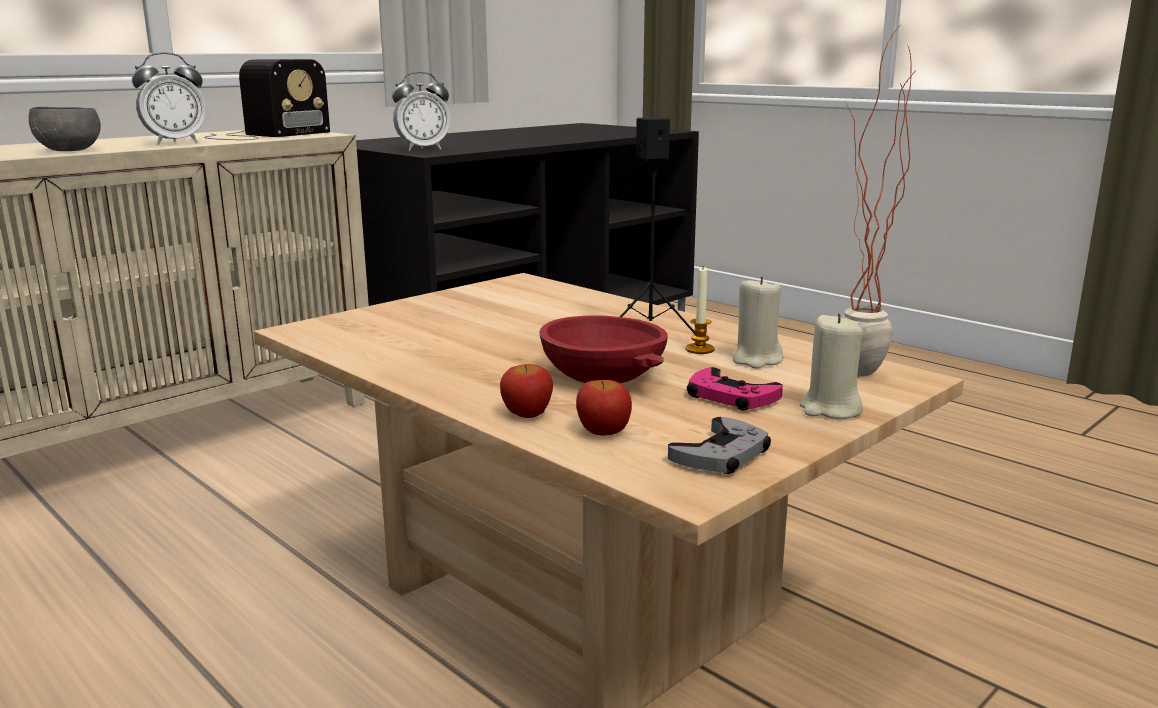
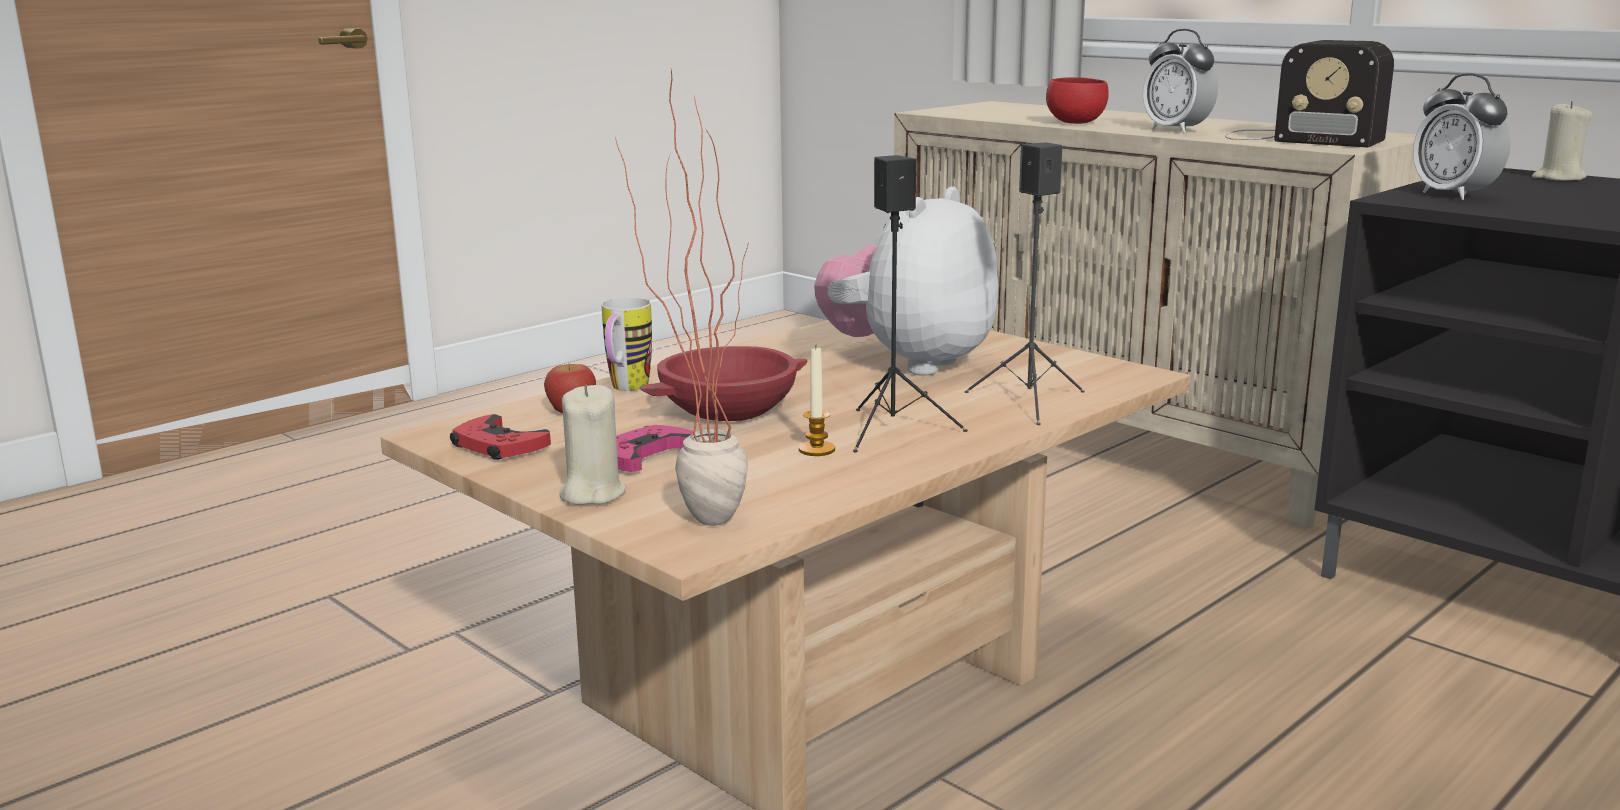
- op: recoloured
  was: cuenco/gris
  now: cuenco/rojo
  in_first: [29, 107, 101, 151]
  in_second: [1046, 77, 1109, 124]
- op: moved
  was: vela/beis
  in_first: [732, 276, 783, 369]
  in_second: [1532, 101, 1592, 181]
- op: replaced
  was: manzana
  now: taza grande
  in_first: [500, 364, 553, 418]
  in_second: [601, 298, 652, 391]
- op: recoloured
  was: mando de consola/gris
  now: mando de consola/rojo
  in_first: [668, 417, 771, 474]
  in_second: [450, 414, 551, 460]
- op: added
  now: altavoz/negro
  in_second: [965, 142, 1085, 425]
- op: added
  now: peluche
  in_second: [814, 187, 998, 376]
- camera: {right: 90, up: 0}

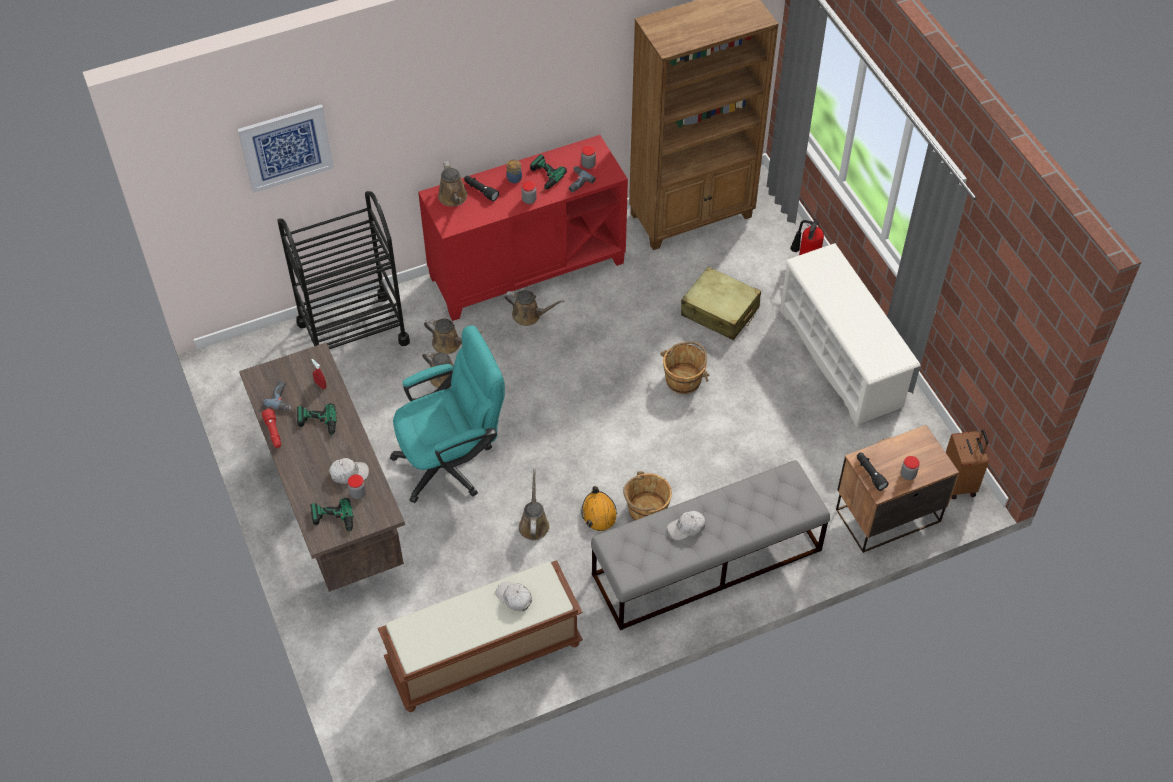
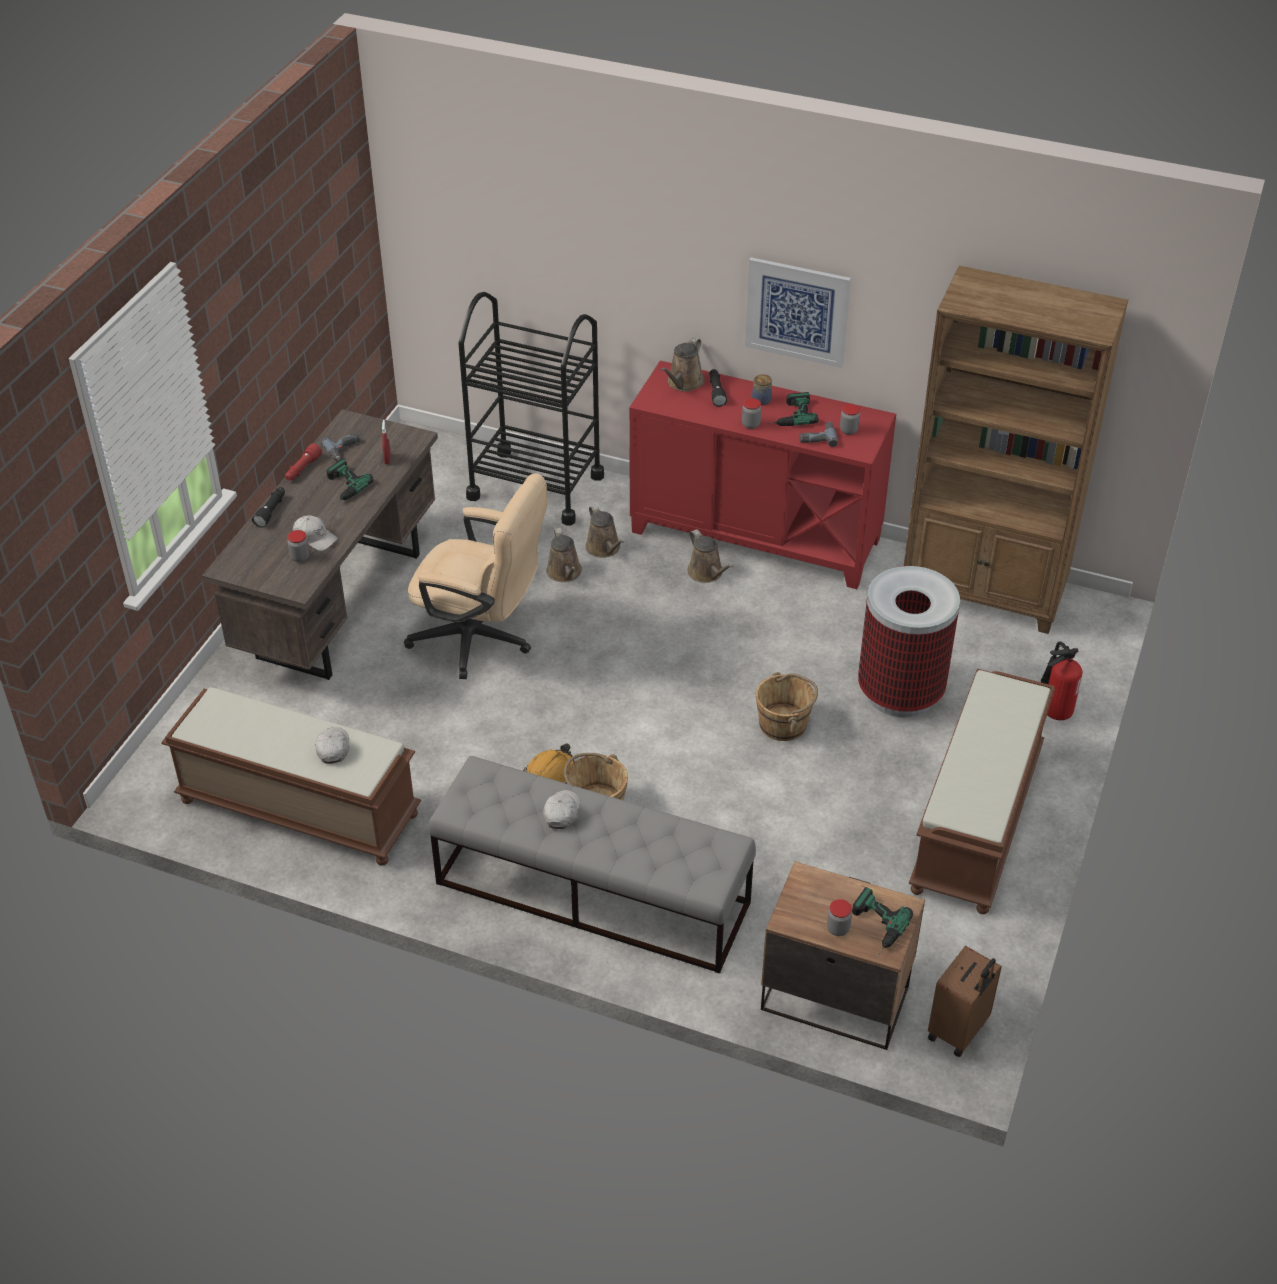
- op: moved
  was: cuadro
  in_first: [237, 104, 334, 193]
  in_second: [745, 257, 851, 368]
- op: replaced
  was: zapatero/blanco
  now: banco/marrón
  in_first: [780, 243, 921, 427]
  in_second: [909, 668, 1055, 914]
- op: replaced
  was: maleta/beis
  now: papelera
  in_first: [681, 267, 761, 340]
  in_second: [858, 566, 960, 717]
- op: recoloured
  was: silla de oficina/turquesa
  now: silla de oficina/beis
  in_first: [390, 326, 505, 503]
  in_second: [404, 473, 547, 679]
- op: moved
  was: linterna/negro
  in_first: [857, 453, 889, 491]
  in_second: [252, 487, 285, 527]
- op: removed
  was: regadera/marrón
  in_first: [519, 469, 550, 540]
- op: moved
  was: taladro
  in_first: [310, 498, 353, 538]
  in_second: [852, 887, 913, 956]
- op: turned
  was: gorra/blanco
  in_first: [667, 511, 706, 540]
  in_second: [543, 790, 580, 829]
  clockwise: 75
- camera: {right: 45, up: -10}

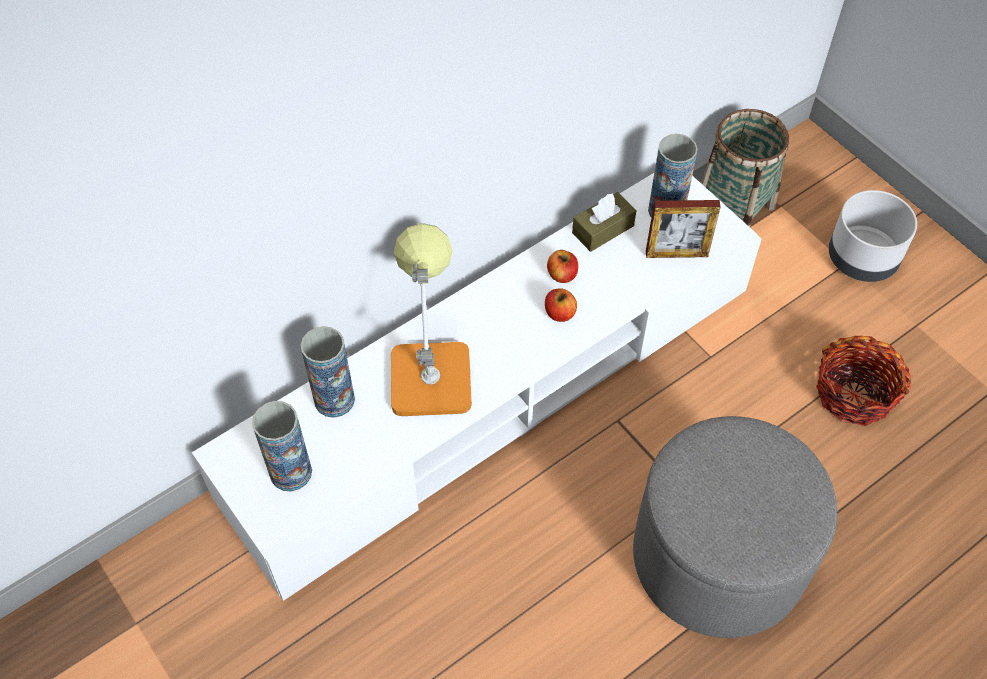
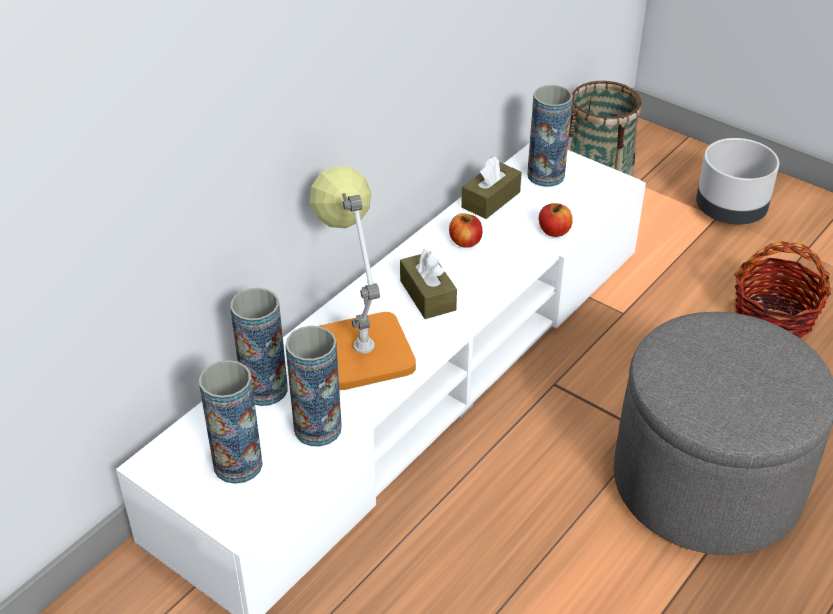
- op: removed
  was: portarretratos
  in_first: [646, 200, 721, 258]
- op: moved
  was: manzana
  in_first: [545, 288, 577, 322]
  in_second: [539, 203, 573, 237]
- op: added
  now: caja de pañuelos/marrón
  in_second: [400, 249, 457, 319]
- op: added
  now: florero
  in_second: [286, 326, 342, 447]
- camera: {right: -15, up: -15}

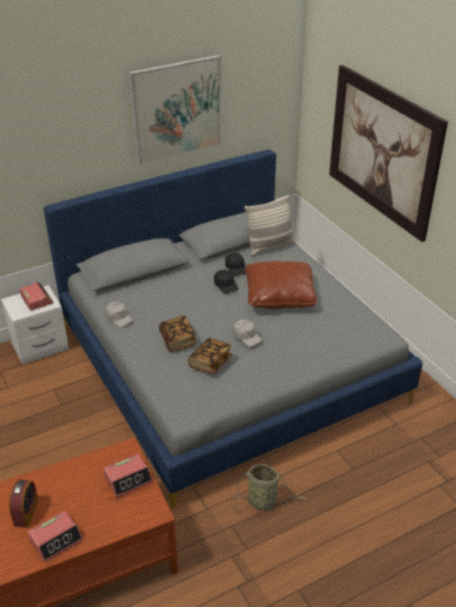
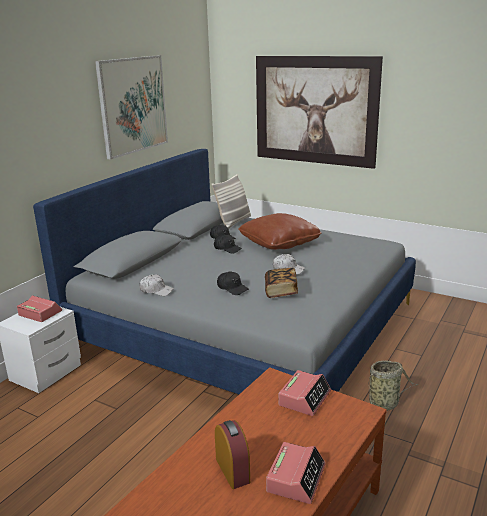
- op: replaced
  was: libro
  now: gorra/negro
  in_first: [159, 316, 197, 353]
  in_second: [217, 272, 249, 295]
- camera: {right: -30, up: -15}

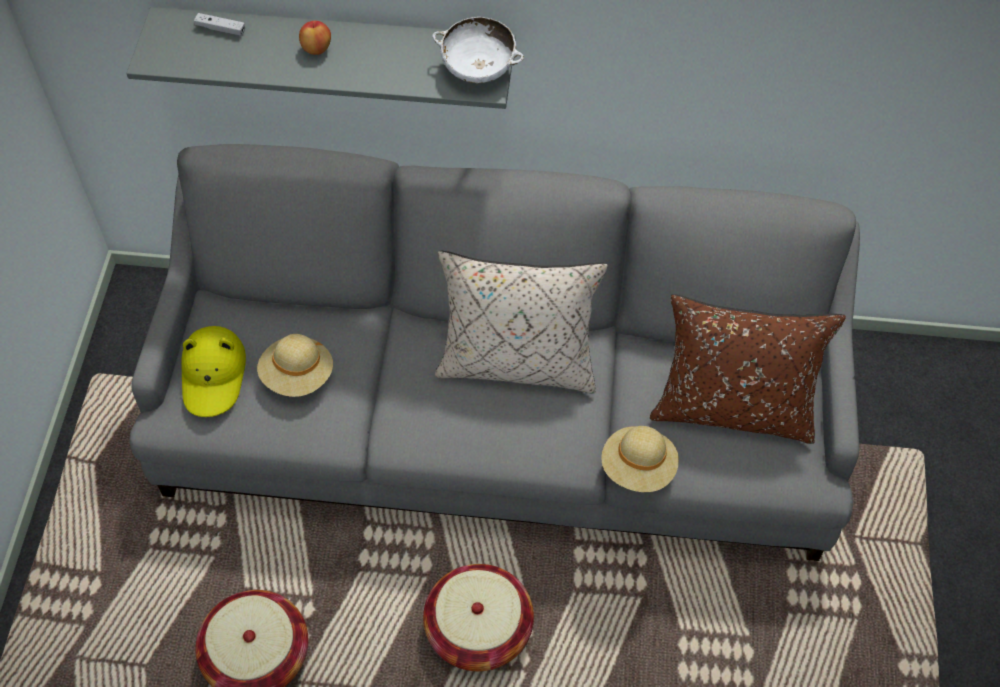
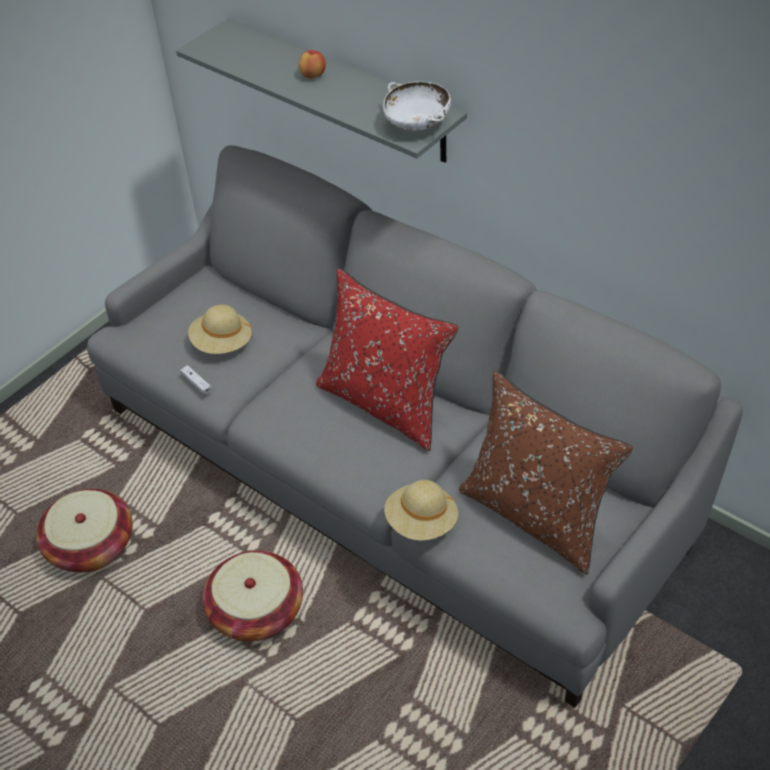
- op: moved
  was: mando de consola/blanco
  in_first: [194, 13, 245, 36]
  in_second: [180, 365, 211, 395]
- op: recoloured
  was: cojín/beis
  now: cojín/rojo
  in_first: [435, 251, 608, 394]
  in_second: [316, 268, 459, 451]
- op: removed
  was: sombrero/amarillo
  in_first: [181, 326, 246, 417]
- camera: {right: 35, up: -10}

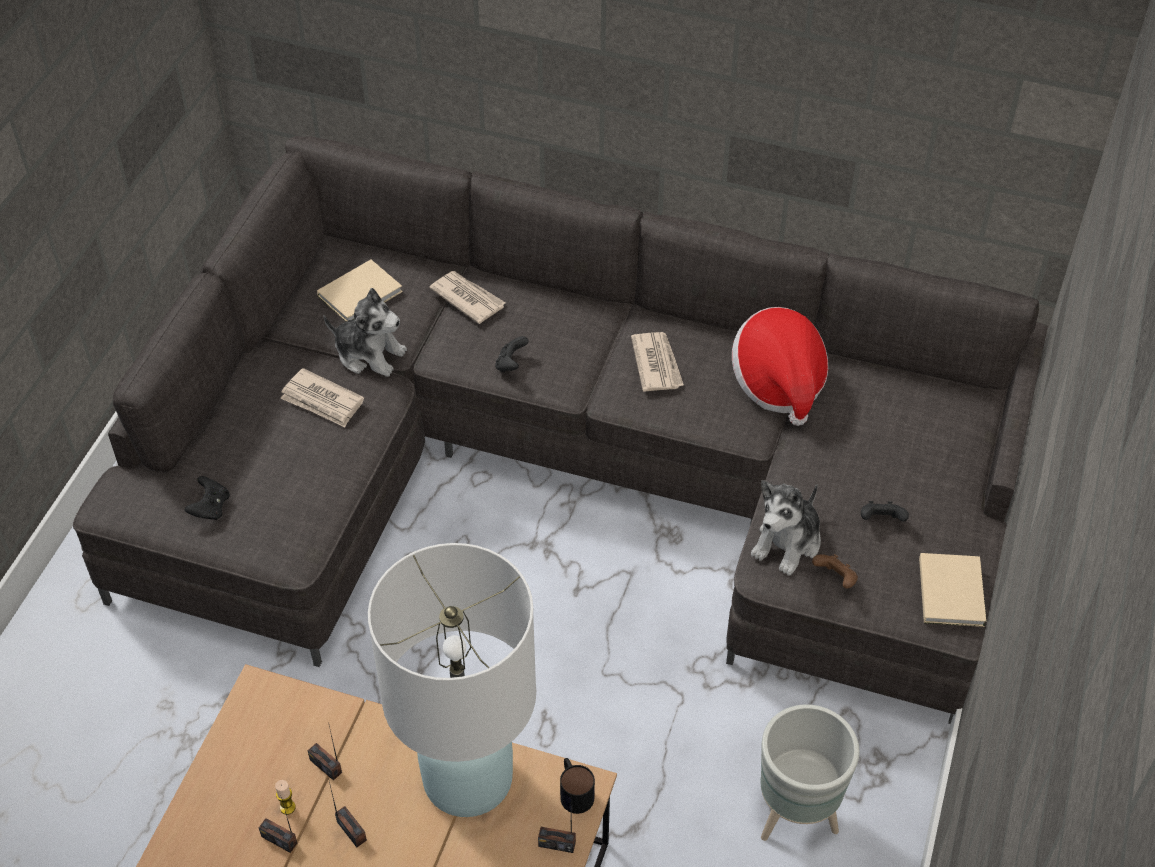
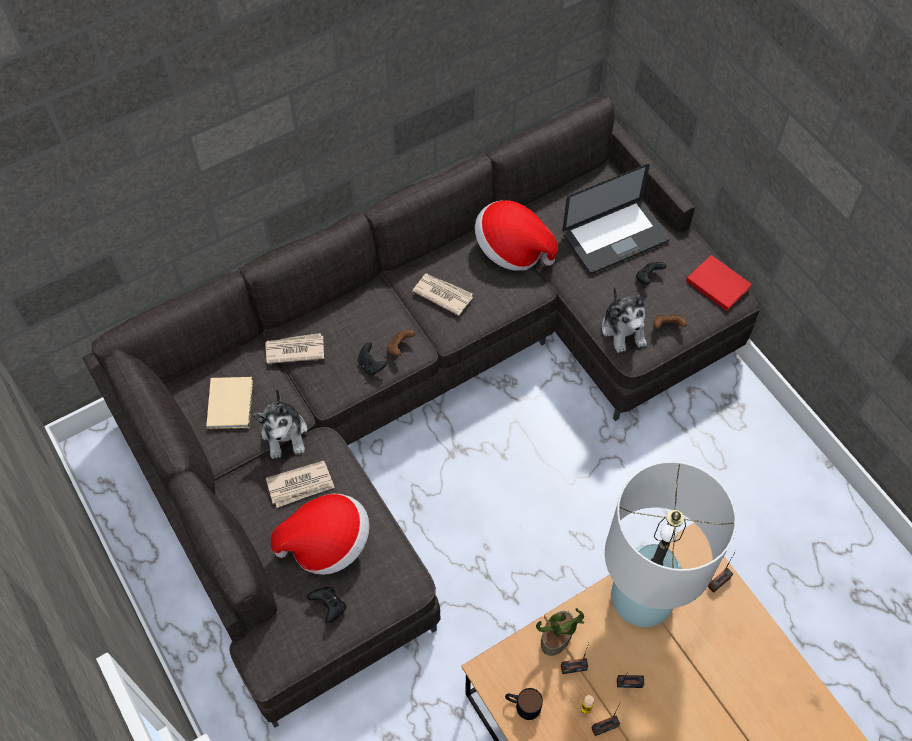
- op: turned
  was: peluche
  in_first: [323, 288, 407, 377]
  in_second: [253, 388, 308, 459]
  clockwise: 105
- op: recoloured
  was: libro/beis
  now: libro/rojo
  in_first: [919, 553, 986, 627]
  in_second: [686, 255, 752, 311]
- op: removed
  was: maceta/gris
  in_first: [760, 704, 860, 841]
- op: moved
  was: taza grande
  in_first: [560, 758, 595, 814]
  in_second: [505, 688, 543, 720]
- op: added
  now: portátil
  in_second: [562, 164, 670, 274]
- op: added
  now: mando de consola/marrón
  in_second: [387, 329, 415, 356]
- op: added
  now: sombrero
  in_second: [271, 494, 369, 575]
- op: added
  now: planta en maceta
  in_second: [536, 608, 584, 656]
- camera: {right: -50, up: 10}

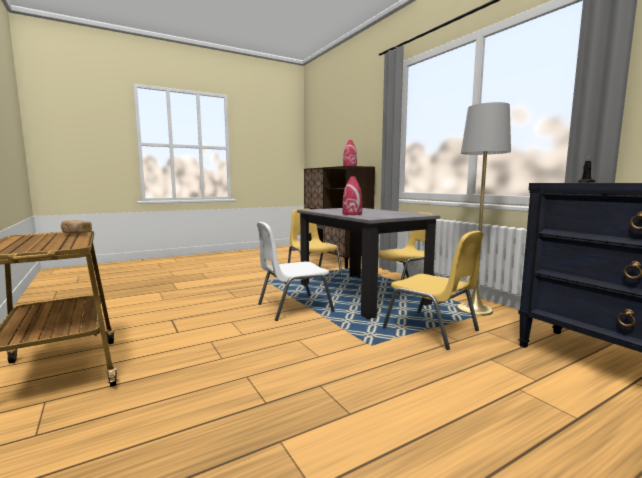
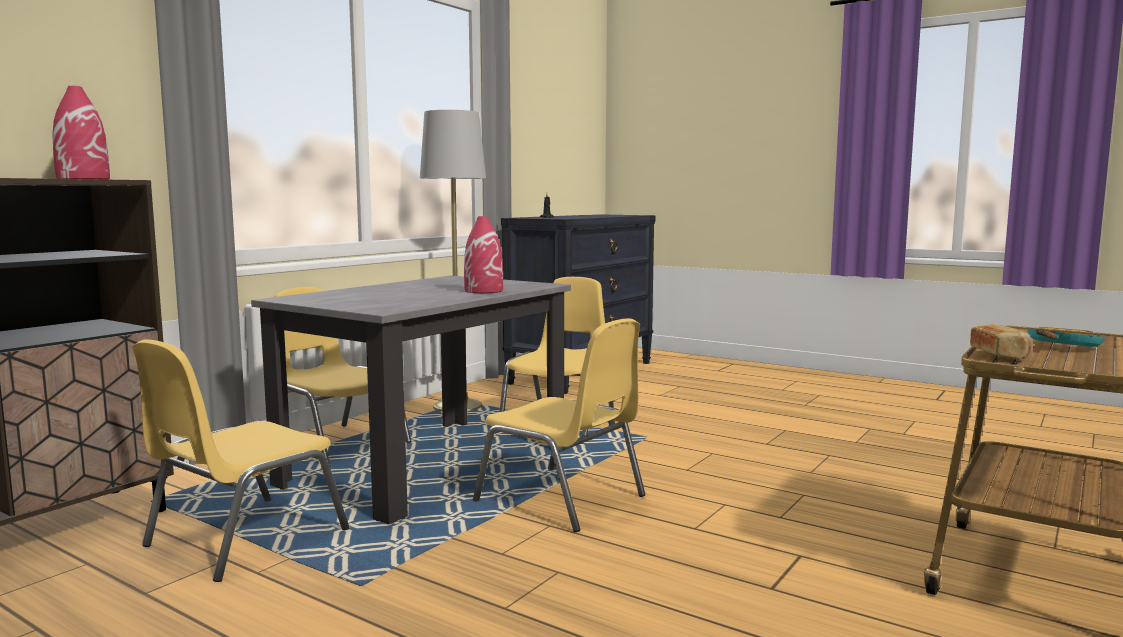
- op: recoloured
  was: silla/blanco
  now: silla/amarillo
  in_first: [257, 222, 335, 321]
  in_second: [473, 318, 645, 532]
- op: added
  now: sartén/turquesa
  in_second: [1027, 329, 1106, 347]
- camera: {right: -115, up: 0}

